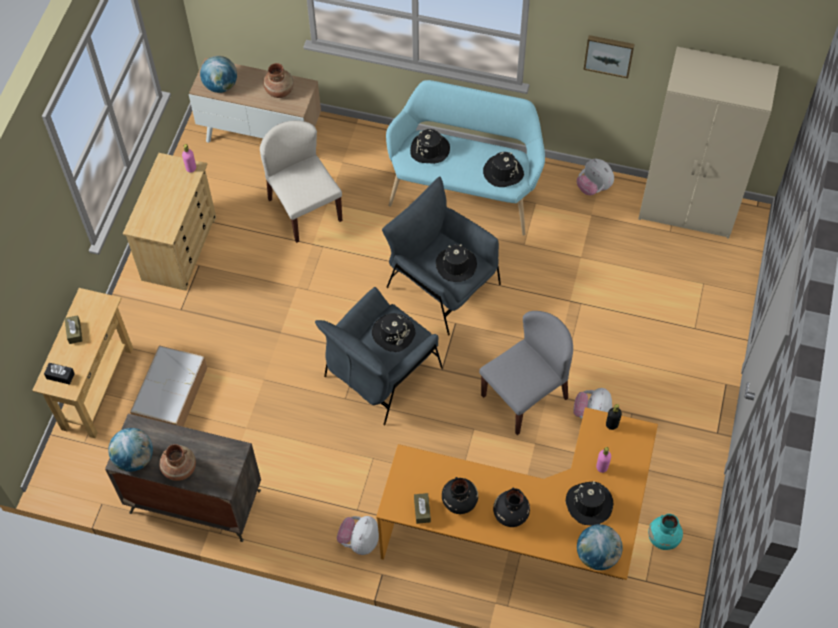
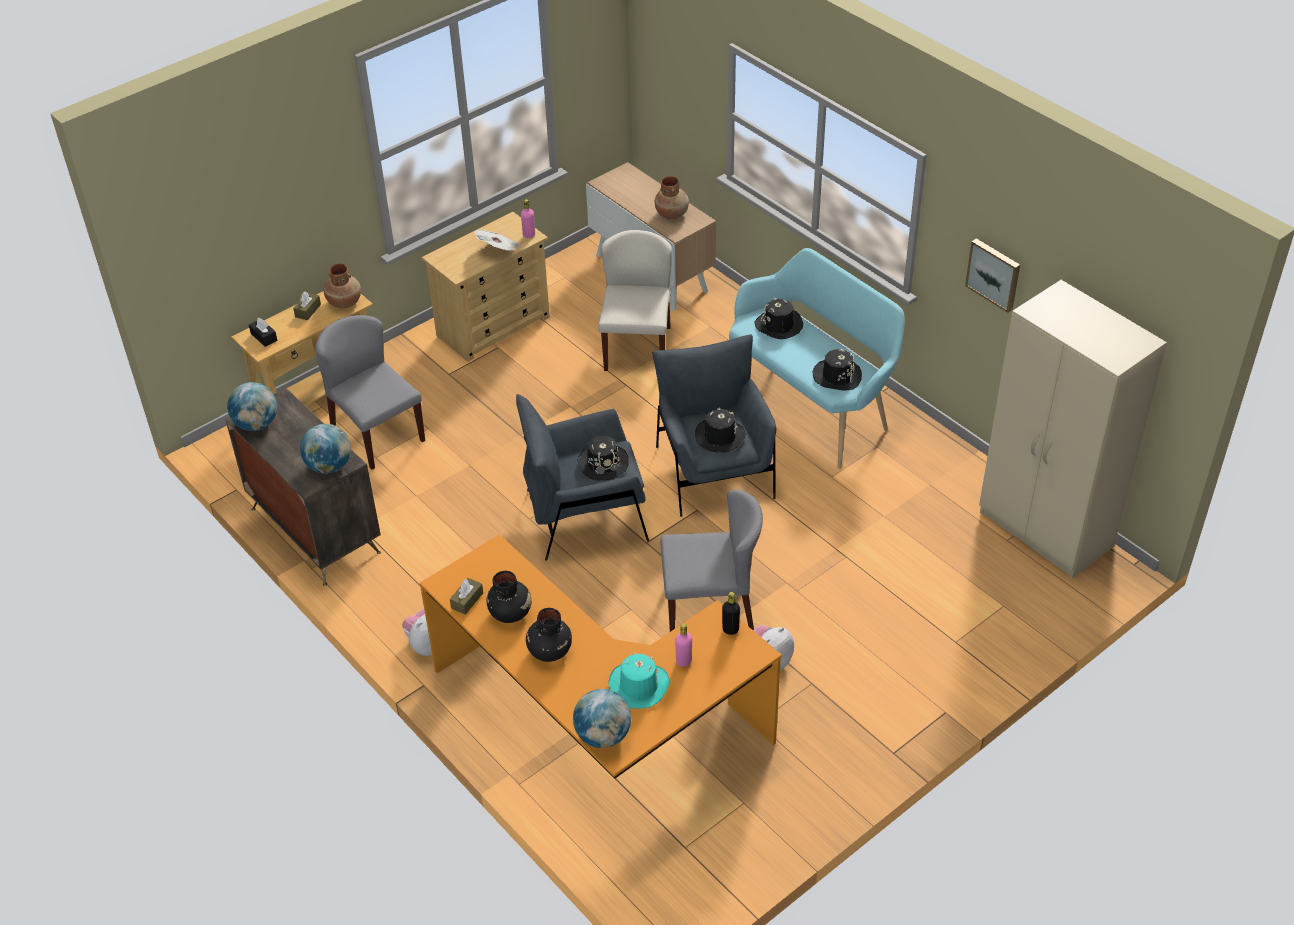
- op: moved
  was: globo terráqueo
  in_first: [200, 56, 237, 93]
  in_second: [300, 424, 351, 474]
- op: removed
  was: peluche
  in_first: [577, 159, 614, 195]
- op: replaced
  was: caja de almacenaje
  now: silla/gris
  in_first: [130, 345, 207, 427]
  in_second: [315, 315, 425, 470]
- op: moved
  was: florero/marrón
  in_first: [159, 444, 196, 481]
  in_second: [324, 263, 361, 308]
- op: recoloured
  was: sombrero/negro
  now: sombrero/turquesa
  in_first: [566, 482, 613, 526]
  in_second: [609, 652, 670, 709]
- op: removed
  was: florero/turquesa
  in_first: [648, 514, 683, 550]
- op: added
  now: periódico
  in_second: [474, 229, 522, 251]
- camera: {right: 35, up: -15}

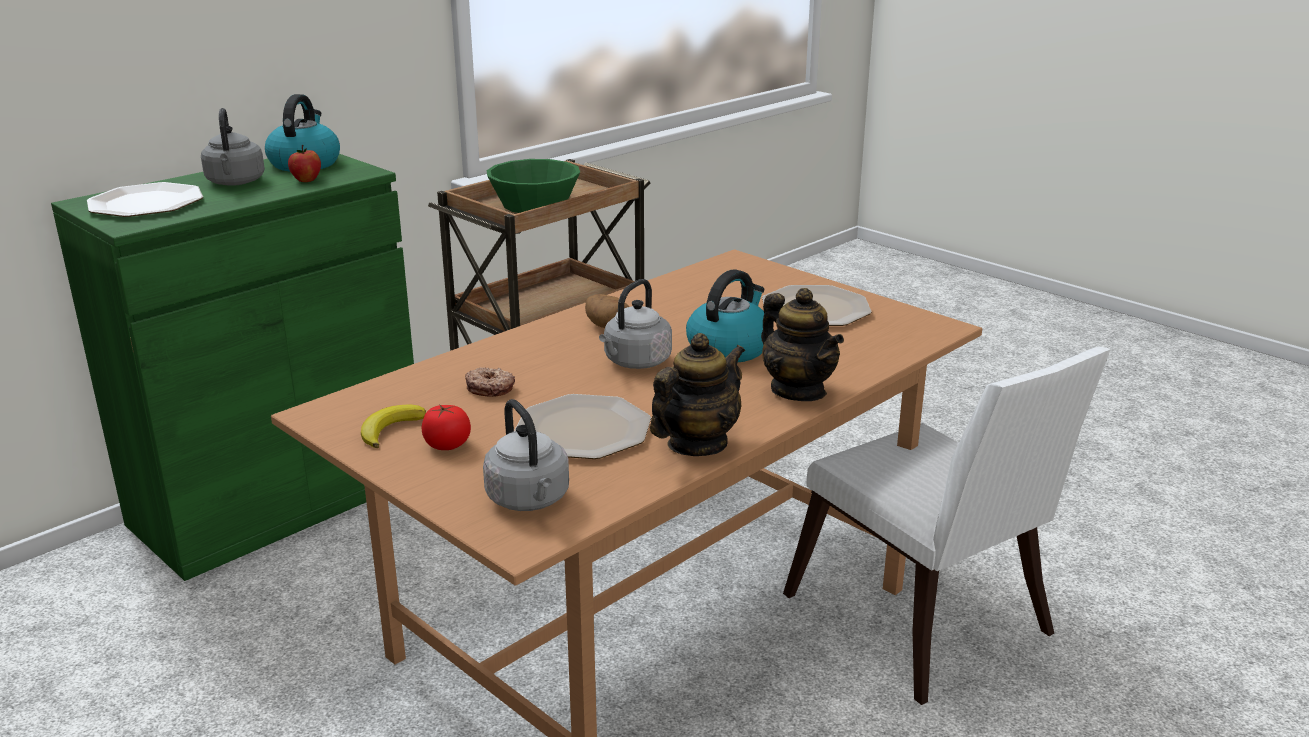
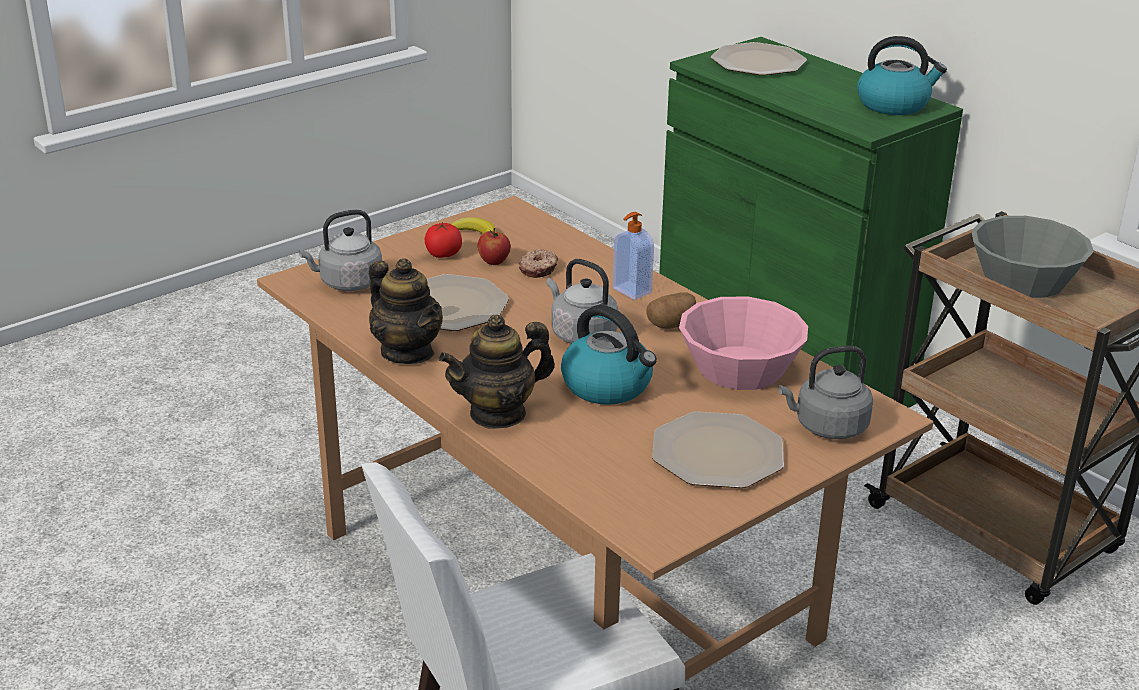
- op: moved
  was: hervidor/gris
  in_first: [201, 108, 265, 186]
  in_second: [778, 346, 873, 439]
- op: moved
  was: manzana
  in_first: [288, 145, 321, 182]
  in_second: [477, 228, 511, 265]
- op: recoloured
  was: cuenco/verde
  now: cuenco/gris
  in_first: [487, 159, 580, 213]
  in_second: [971, 216, 1094, 298]
- op: added
  now: dispensador de jabón
  in_second: [613, 212, 654, 300]
- op: added
  now: cuenco/rosa
  in_second: [679, 296, 808, 390]
- camera: {right: 95, up: 5}

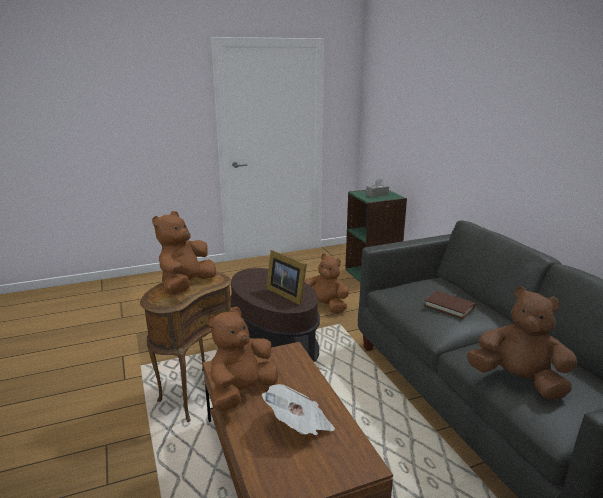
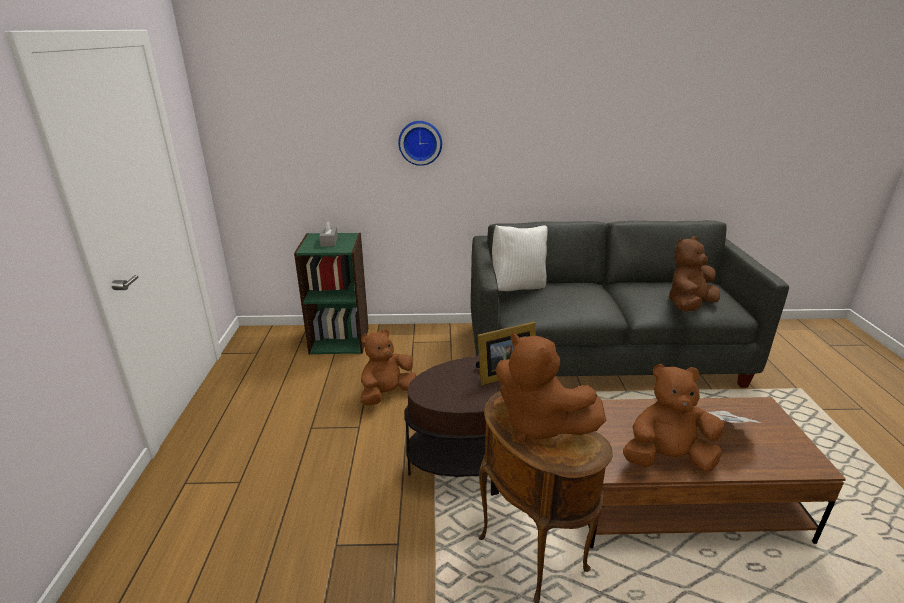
- op: removed
  was: libro/marrón
  in_first: [424, 291, 476, 319]
- op: turned
  was: peluche/marrón
  in_first: [207, 307, 278, 411]
  in_second: [623, 364, 724, 472]
  clockwise: 120
- op: added
  now: reloj de pared
  in_second: [398, 121, 442, 166]
- op: added
  now: cojín/blanco
  in_second: [492, 225, 548, 291]
- camera: {right: -70, up: 5}

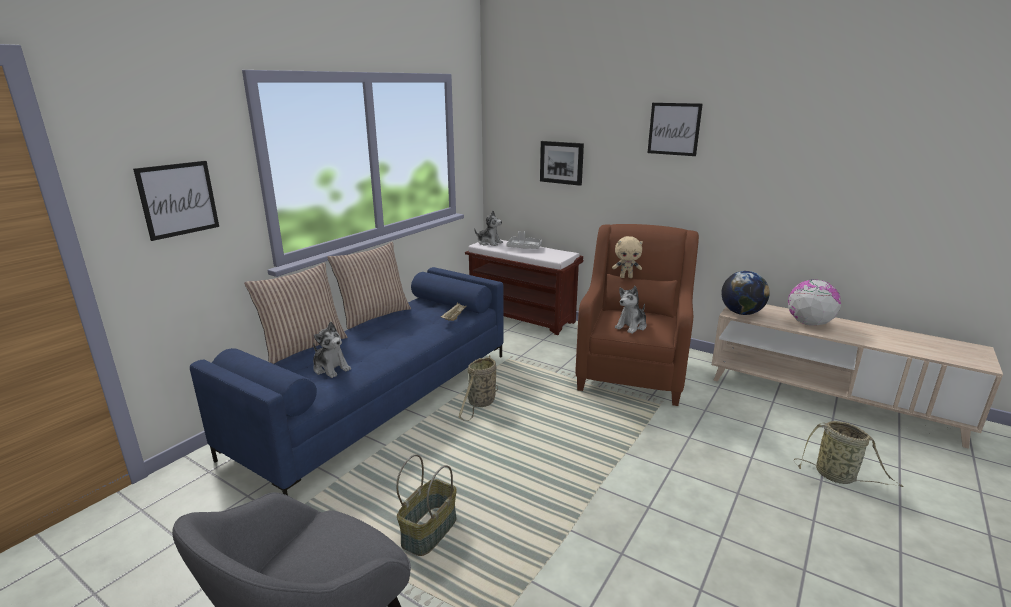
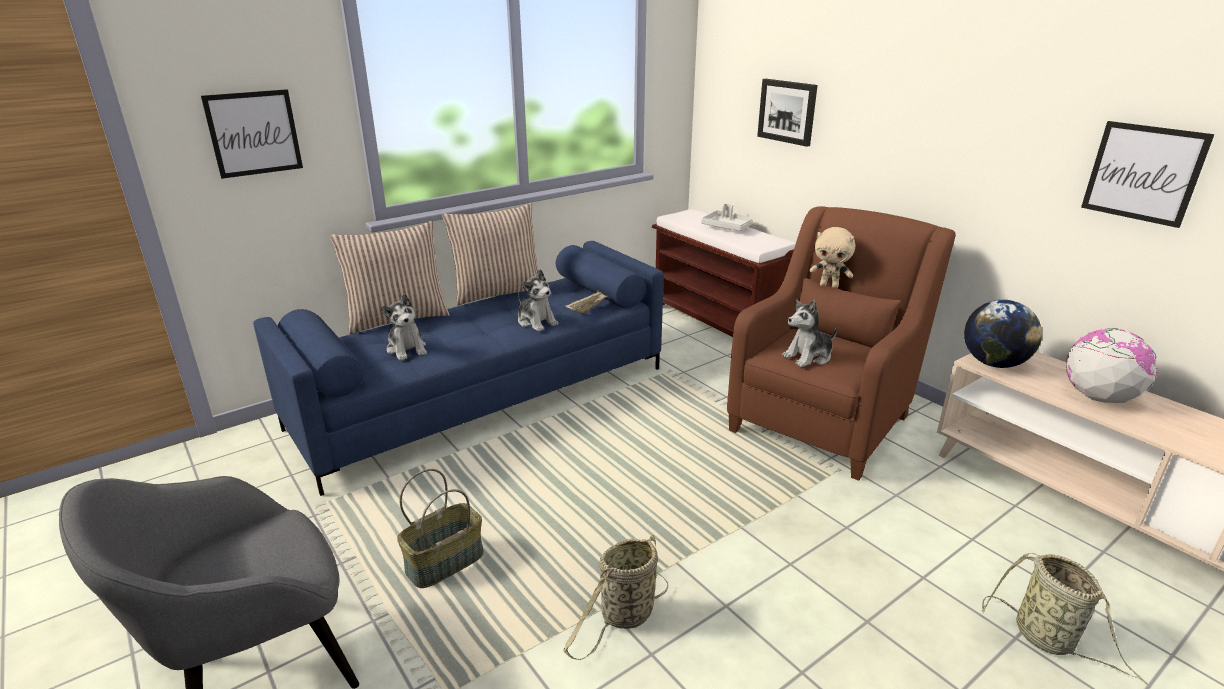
- op: moved
  was: cuadro
  in_first: [648, 103, 703, 156]
  in_second: [1081, 121, 1215, 228]
- op: moved
  was: peluche
  in_first: [474, 211, 503, 246]
  in_second: [518, 269, 558, 332]
- op: moved
  was: cesta
  in_first: [459, 355, 498, 421]
  in_second: [563, 534, 668, 660]
- camera: {right: 20, up: 5}

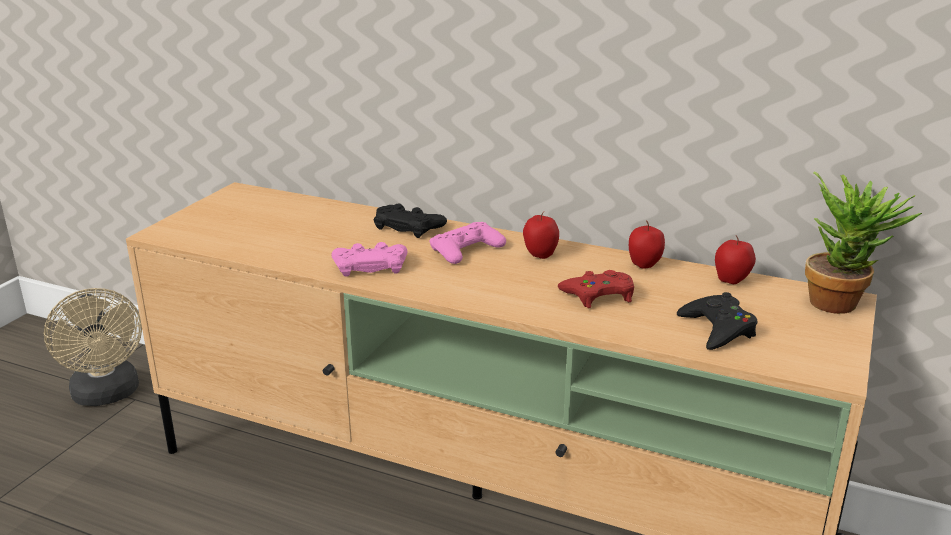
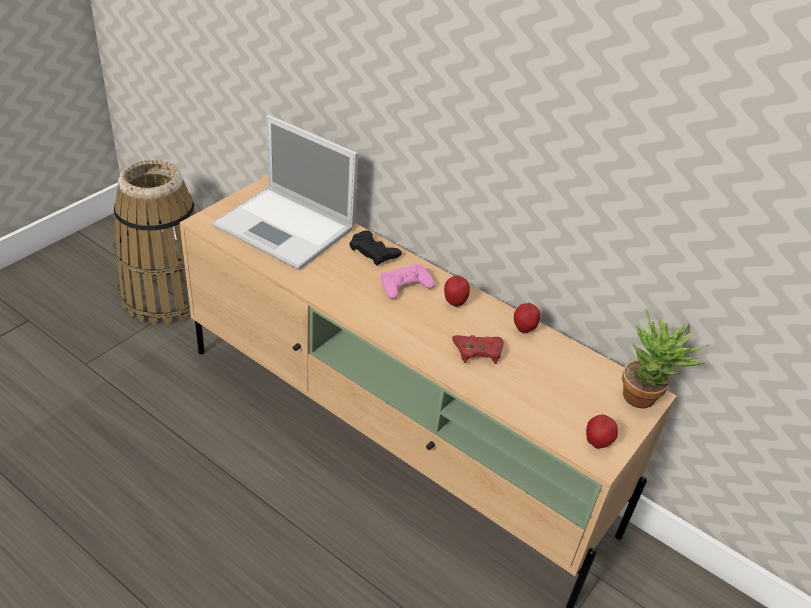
- op: moved
  was: manzana
  in_first: [715, 235, 756, 284]
  in_second: [586, 415, 618, 449]
- op: removed
  was: mando de consola/rosa
  in_first: [331, 242, 407, 277]
- op: replaced
  was: ventilador/beis
  now: cesta
  in_first: [44, 288, 142, 406]
  in_second: [114, 160, 196, 324]
- op: removed
  was: mando de consola/negro
  in_first: [677, 292, 757, 350]
- op: added
  now: portátil
  in_second: [212, 115, 358, 270]
- camera: {right: 10, up: 15}

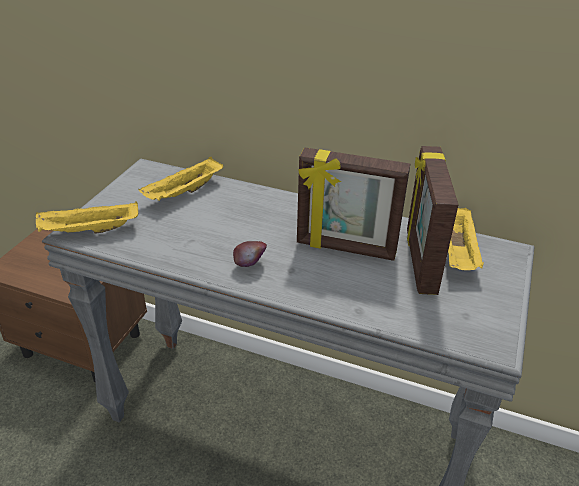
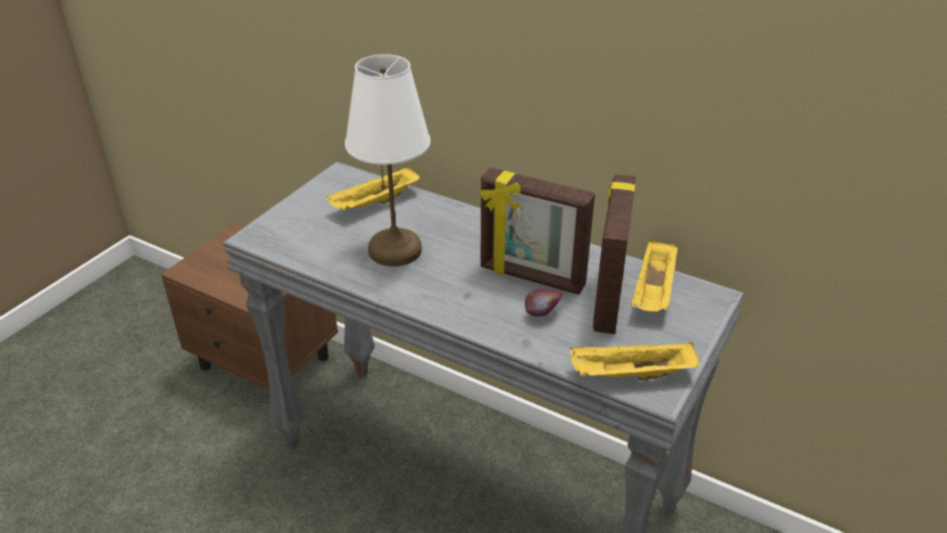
- op: moved
  was: bandeja/amarillo
  in_first: [36, 201, 138, 234]
  in_second: [569, 342, 700, 380]
- op: moved
  was: manzana
  in_first: [233, 241, 267, 267]
  in_second: [525, 289, 562, 317]
- op: added
  now: lámpara de mesa/blanco
  in_second: [345, 54, 430, 267]
- camera: {right: 10, up: 0}

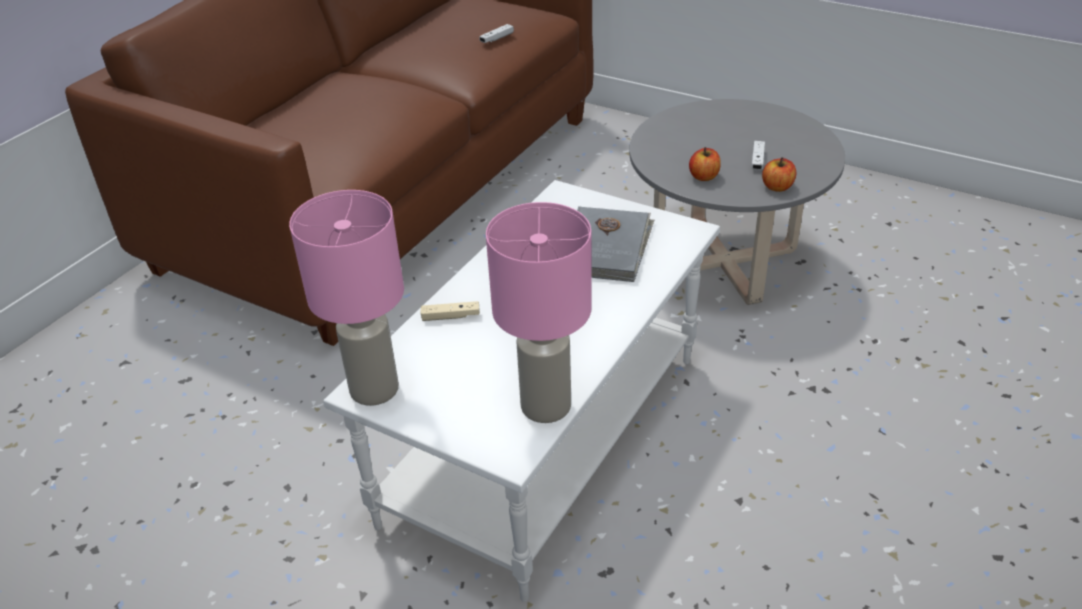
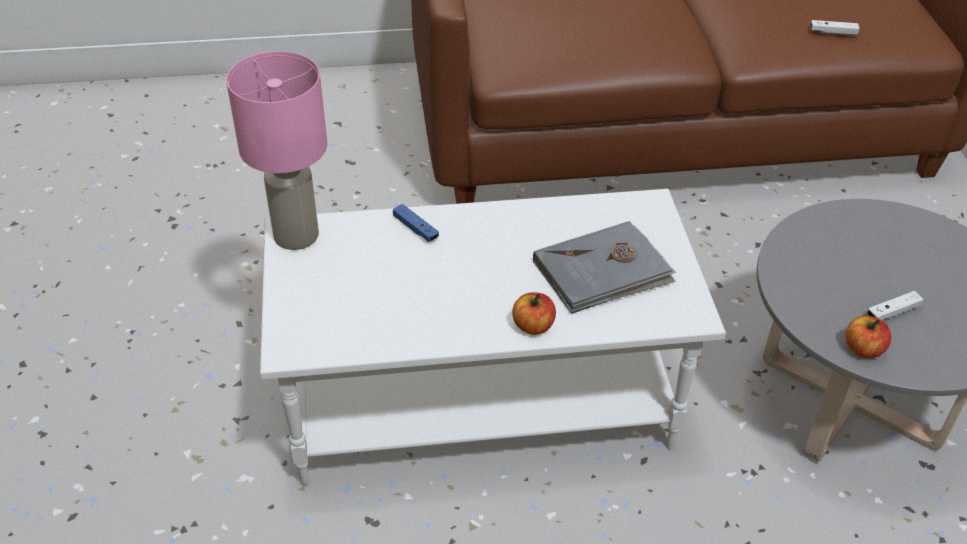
- op: moved
  was: manzana
  in_first: [689, 147, 721, 181]
  in_second: [512, 292, 556, 335]
- op: removed
  was: lámpara de mesa/rosa
  in_first: [486, 202, 592, 423]
- op: recoloured
  was: mando de consola/beis
  now: mando de consola/azul
  in_first: [421, 301, 480, 321]
  in_second: [393, 204, 439, 242]
- camera: {right: 50, up: 5}

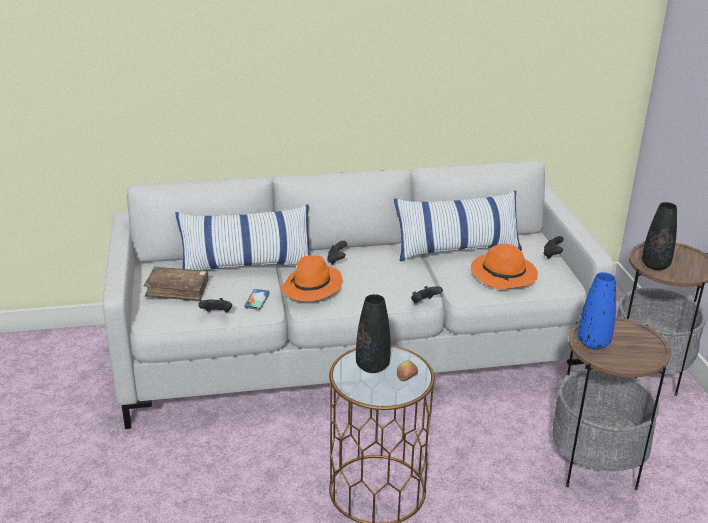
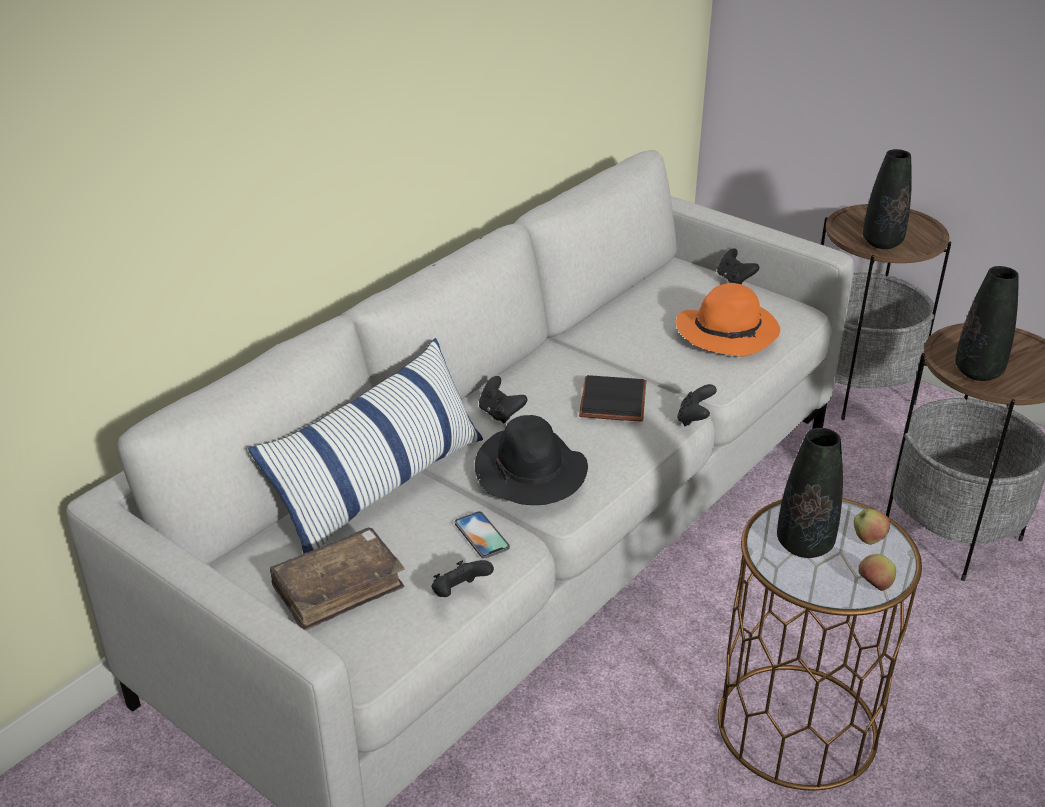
- op: removed
  was: cojín
  in_first: [394, 190, 522, 261]
- op: recoloured
  was: sombrero/naranja
  now: sombrero/negro
  in_first: [280, 255, 342, 301]
  in_second: [475, 415, 588, 505]
- op: recoloured
  was: florero/azul
  now: florero/negro
  in_first: [578, 272, 616, 350]
  in_second: [955, 266, 1019, 381]
- op: added
  now: libro/negro
  in_second: [579, 375, 646, 422]
- op: added
  now: manzana
  in_second: [859, 554, 896, 591]
- camera: {right: -40, up: 5}

